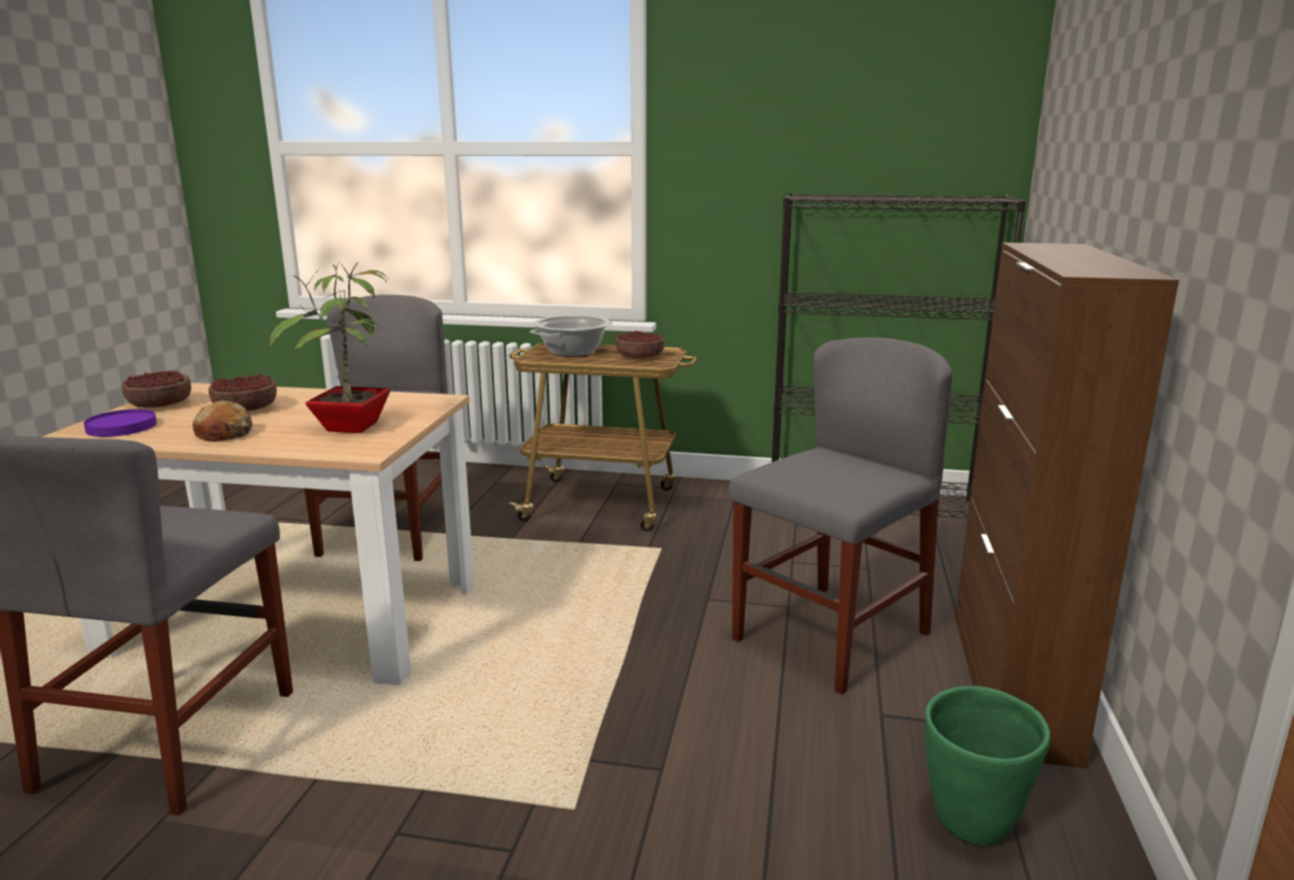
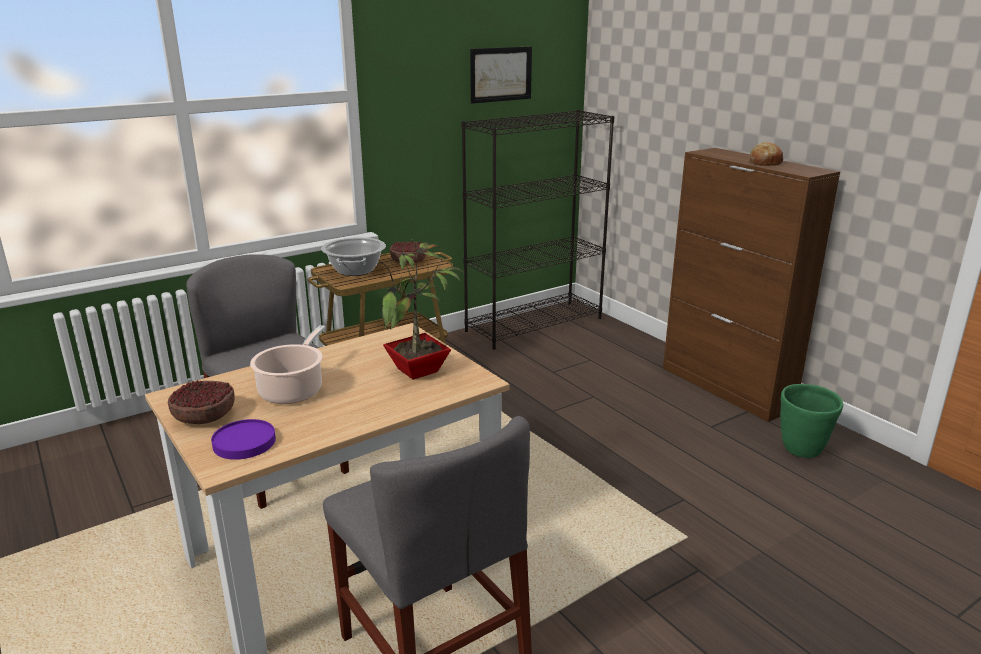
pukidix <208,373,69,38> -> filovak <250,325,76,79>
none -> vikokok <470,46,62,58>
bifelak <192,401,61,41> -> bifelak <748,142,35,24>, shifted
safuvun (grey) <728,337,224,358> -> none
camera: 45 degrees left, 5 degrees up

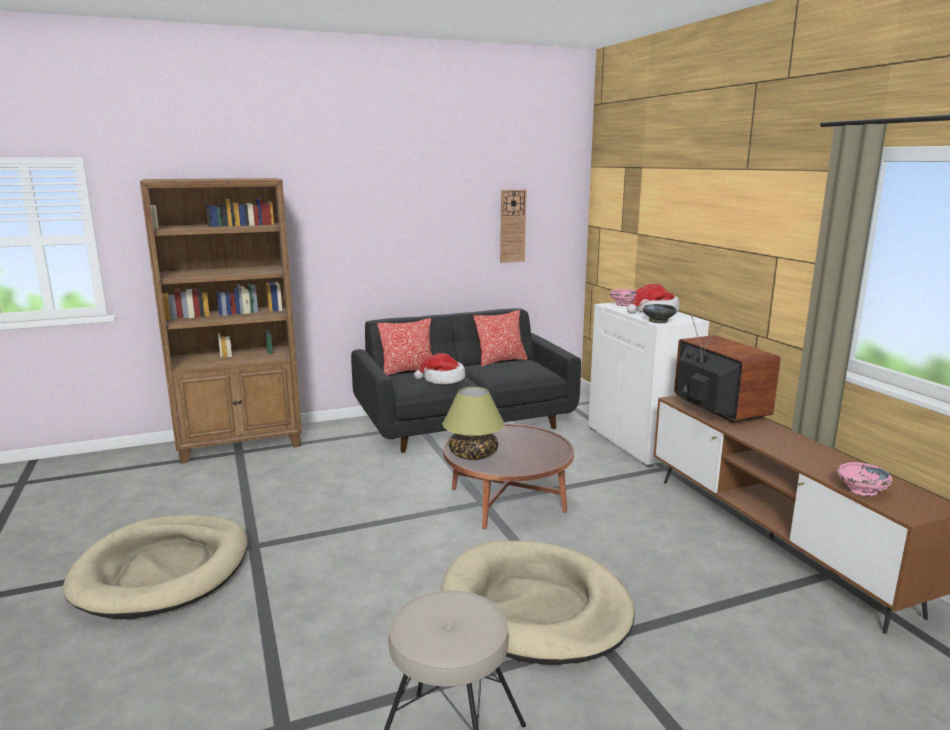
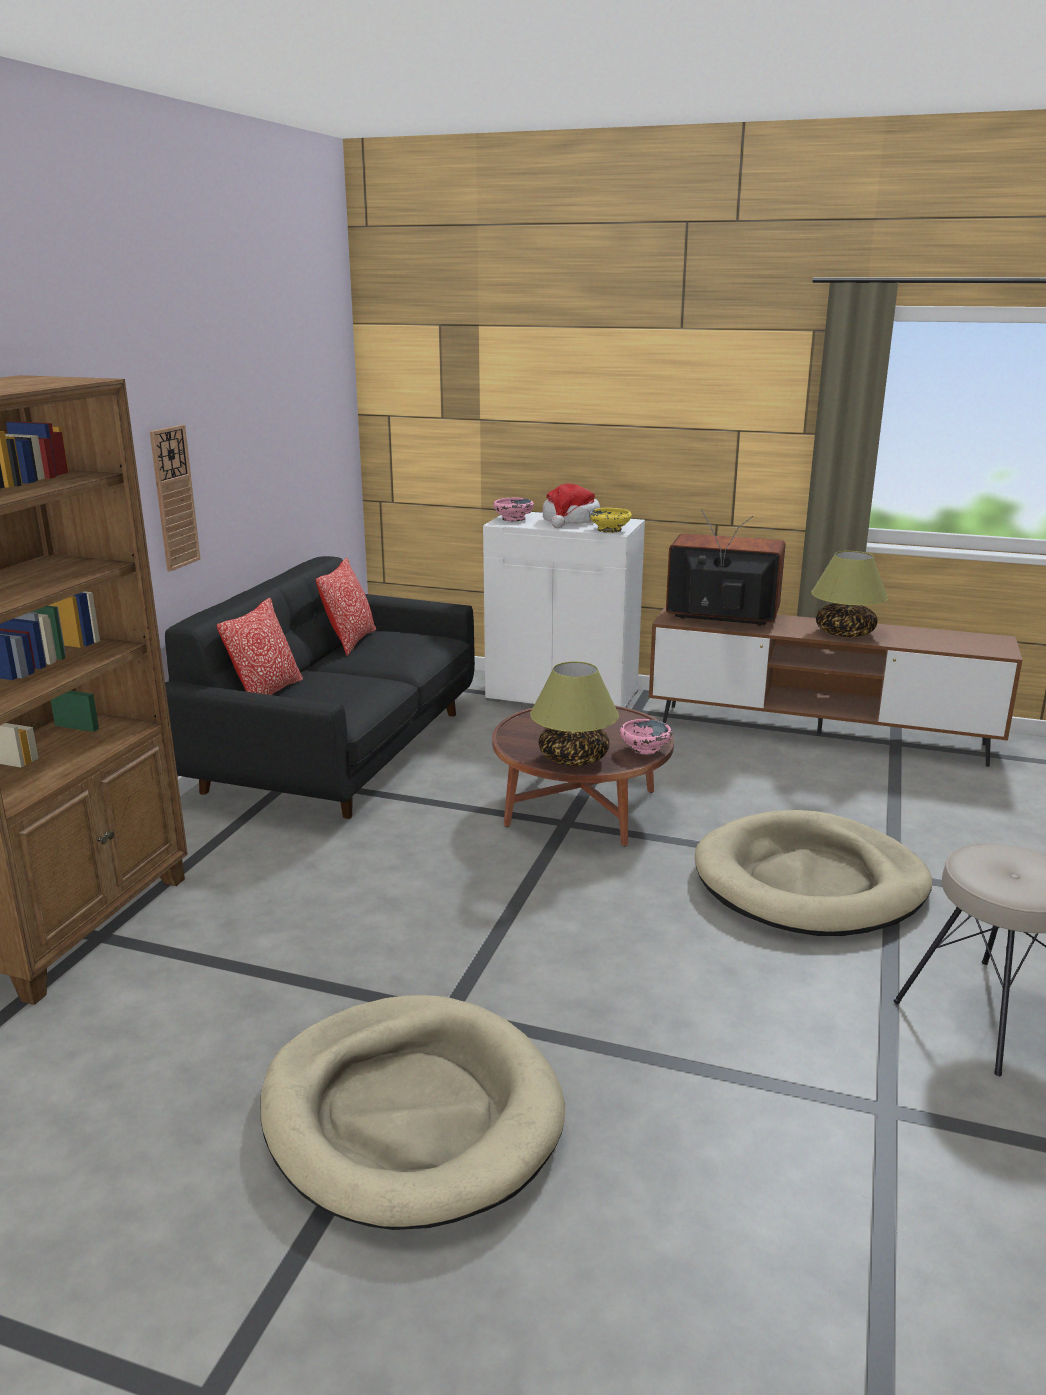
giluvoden <500,189,27,74> -> giluvoden <150,425,51,147>, shifted
pukidix (black) <643,304,34,19> -> pukidix (yellow) <589,508,43,25>
pukidix (pink) <838,462,54,35> -> pukidix (pink) <620,719,52,36>, shifted
none -> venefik <811,551,77,86>
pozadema <414,353,52,31> -> none
camera: 50 degrees left, 5 degrees up

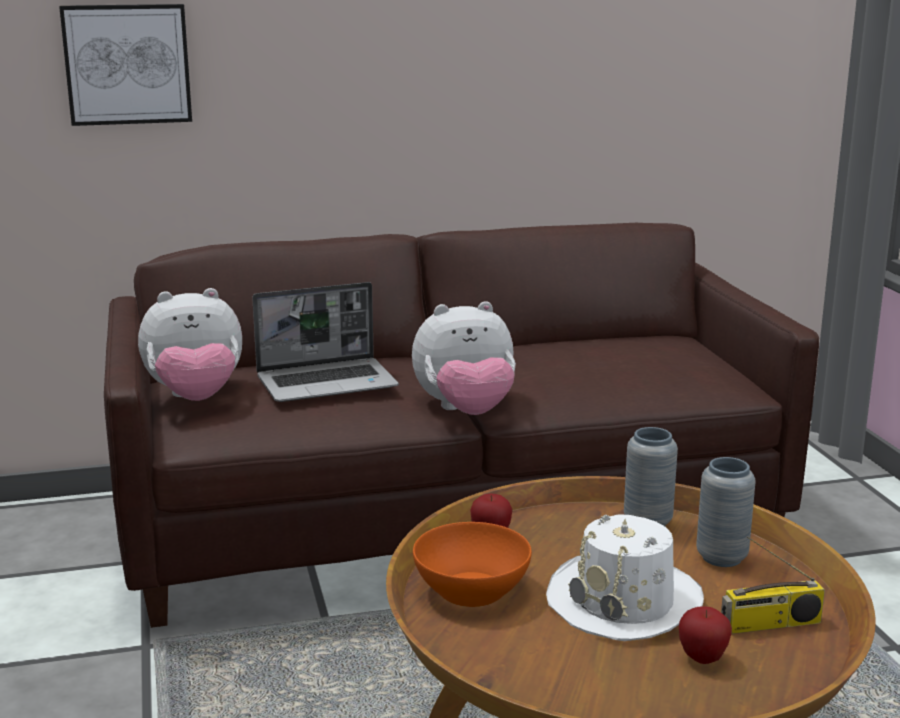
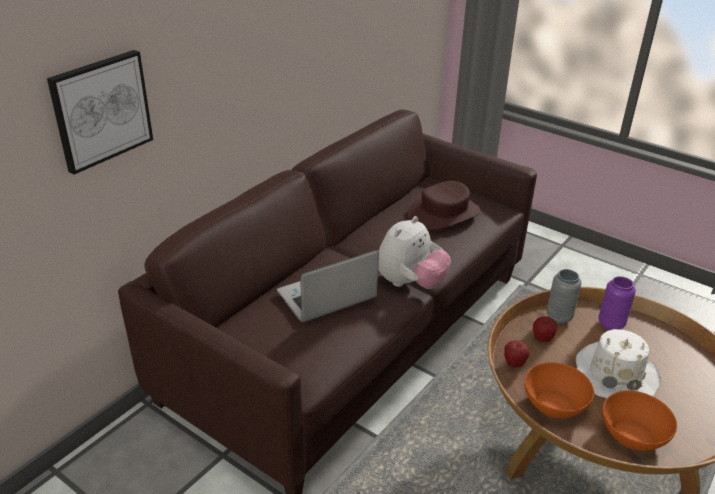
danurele <252,282,147,120> -> danurele <277,250,102,72>, 150 degrees counterclockwise
none -> pozadema (brown) <407,181,74,49>
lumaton <679,606,53,58> -> lumaton <533,316,25,26>, shifted
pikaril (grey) <696,457,60,110> -> pikaril (purple) <598,276,38,54>
none -> pukidix (orange) <602,390,75,61>
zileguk <138,288,104,113> -> none
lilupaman <721,536,104,98> -> none
camera: 40 degrees left, 15 degrees up

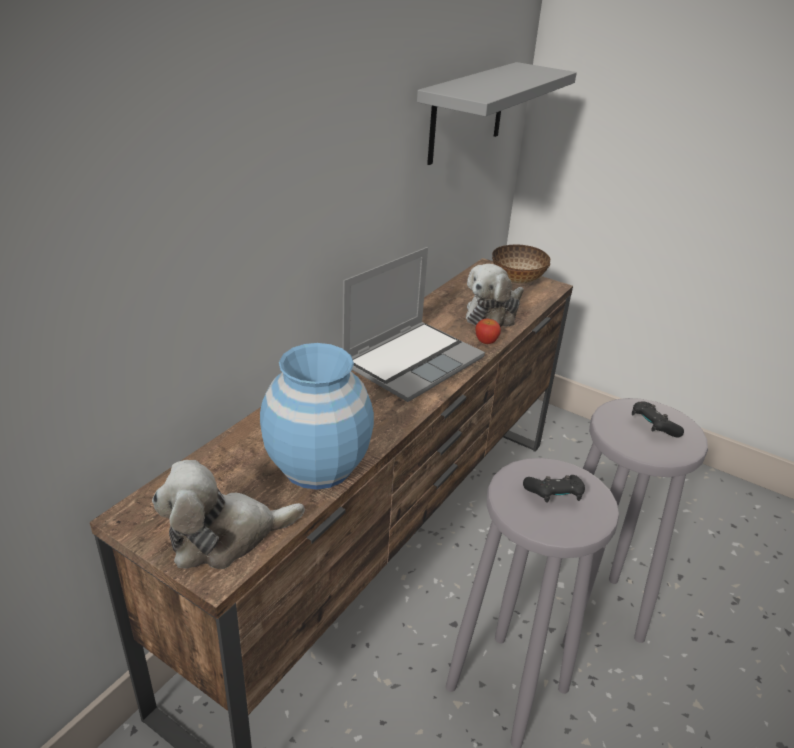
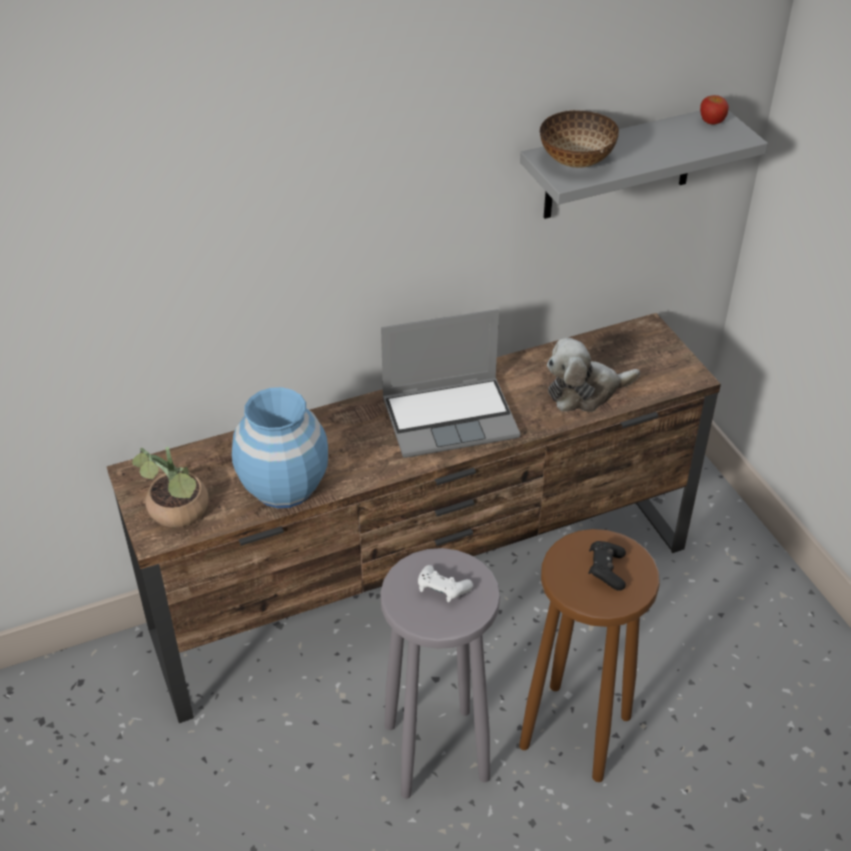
zileguk <152,460,153,109> -> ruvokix <132,447,77,81>
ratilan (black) <523,475,62,28> -> ratilan (white) <418,565,55,37>
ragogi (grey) <563,398,145,246> -> ragogi (brown) <519,529,141,253>
pukidix <492,245,59,39> -> pukidix <539,110,80,58>, shifted
lumaton <475,319,26,25> -> lumaton <700,95,29,30>, shifted
camera: 35 degrees right, 10 degrees up

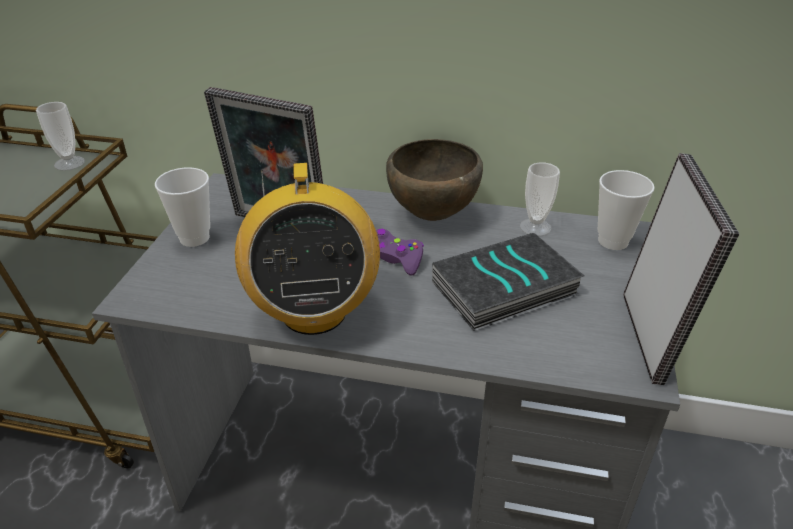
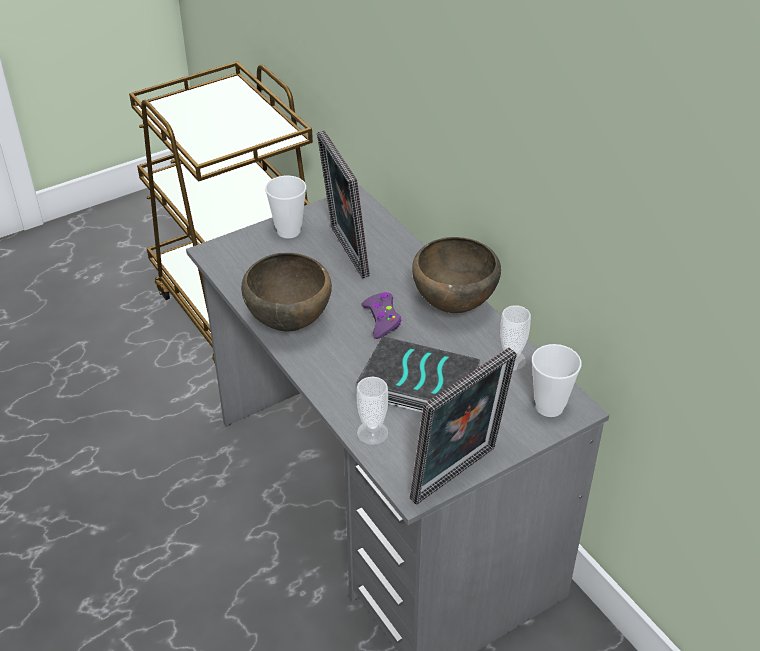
lilupaman <235,163,145,172> -> pukidix (brown) <241,253,91,79>
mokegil <36,102,49,69> -> mokegil <357,377,32,68>, shifted
camera: 45 degrees right, 5 degrees up

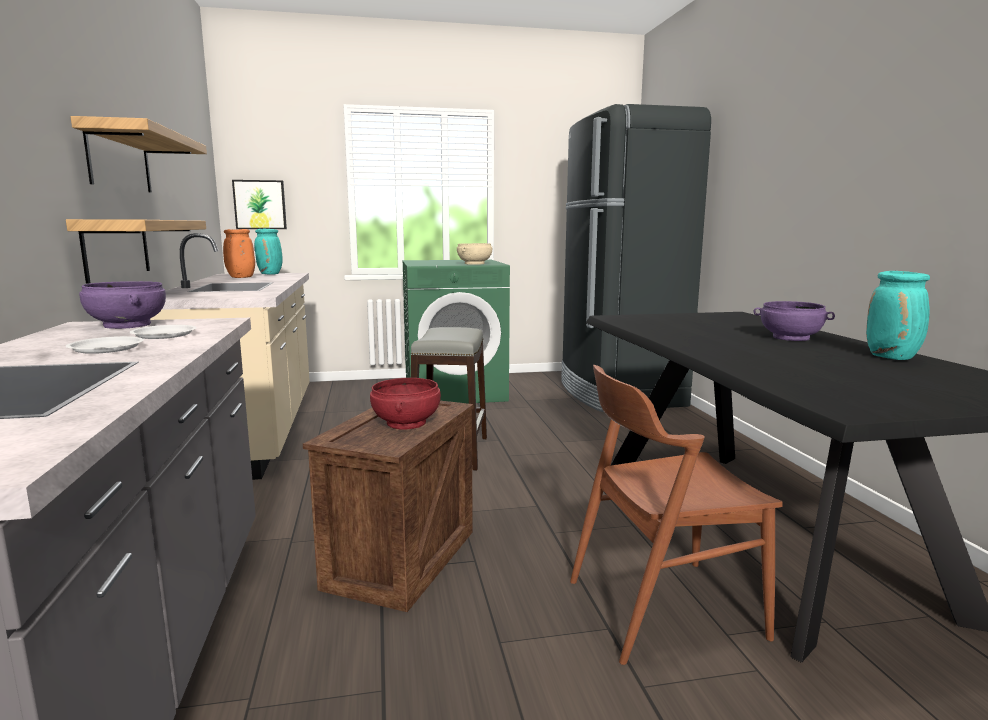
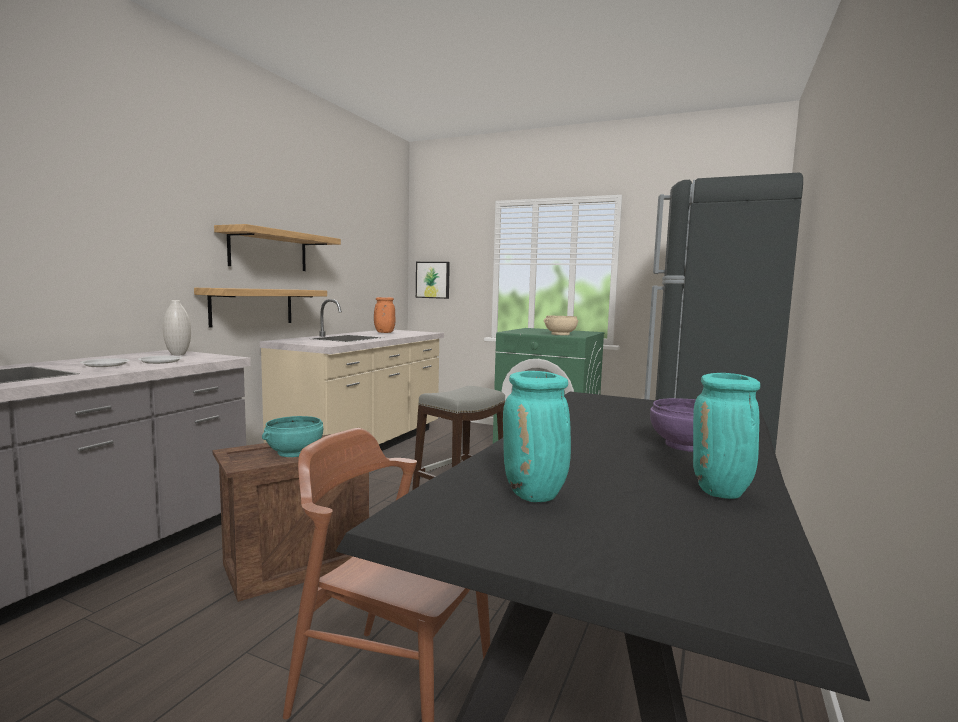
pukidix (purple) <79,281,87,48> -> pikaril (white) <163,300,28,55>
pukidix (red) <370,378,71,52> -> pukidix (turquoise) <262,416,61,41>
pikaril (turquoise) <254,229,29,46> -> pikaril (turquoise) <503,371,68,131>, shifted
camera: 35 degrees right, 5 degrees down

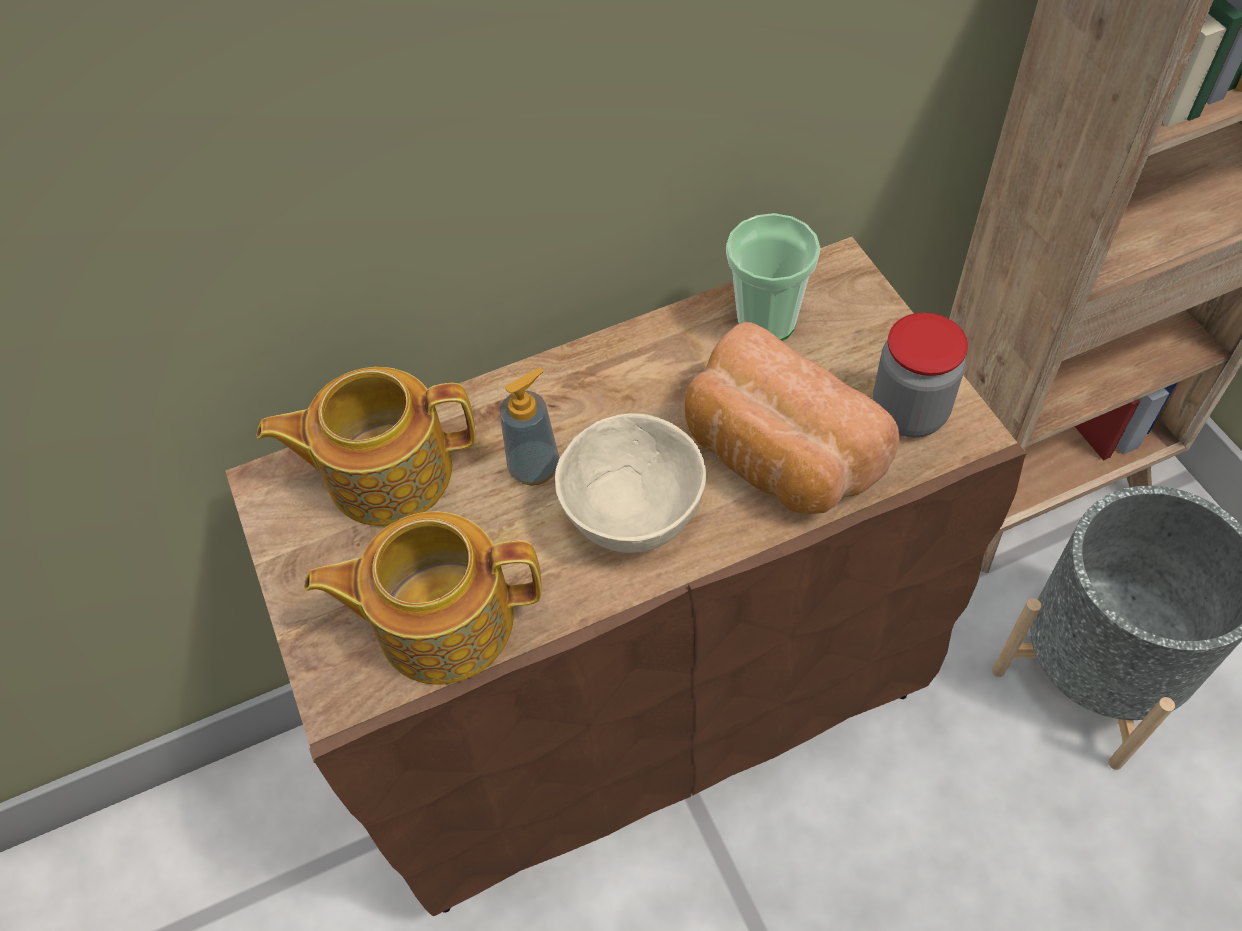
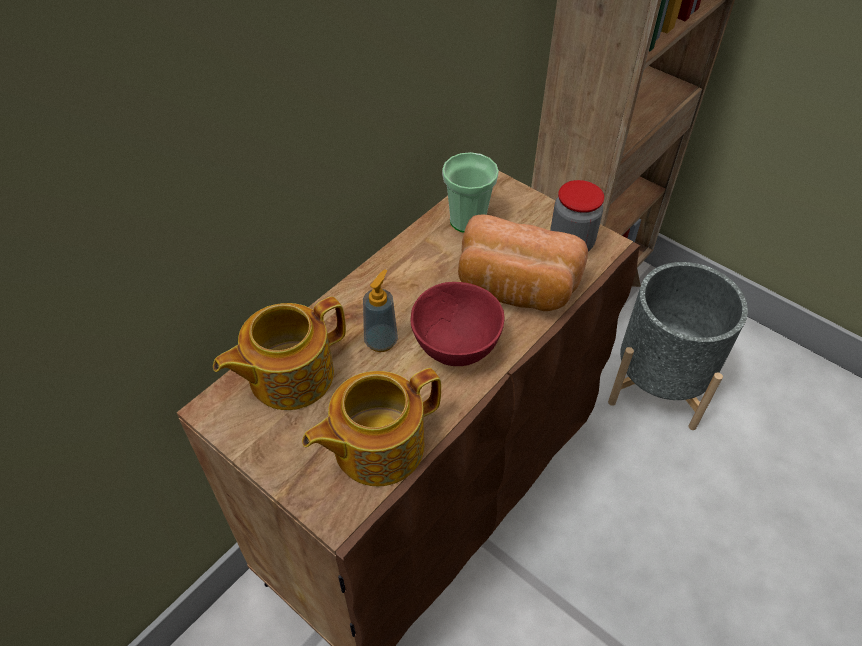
pukidix (beige) <555,414,151,139> -> pukidix (red) <411,282,93,84>
camera: 30 degrees left, 5 degrees down

